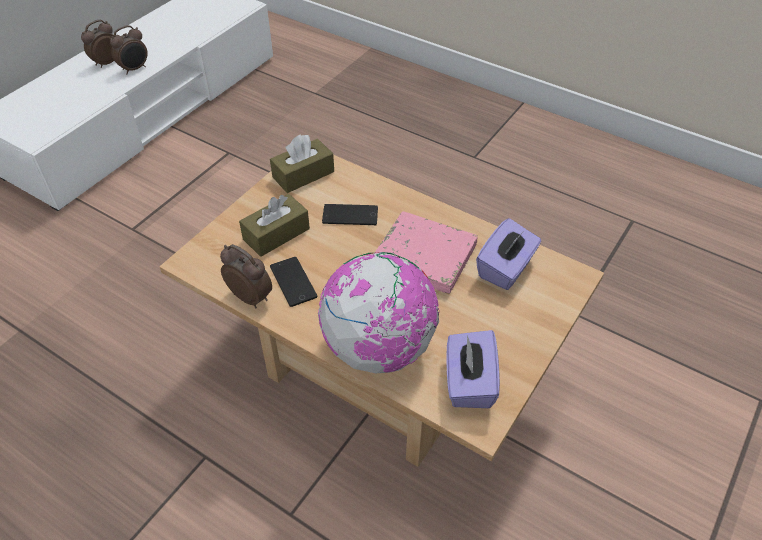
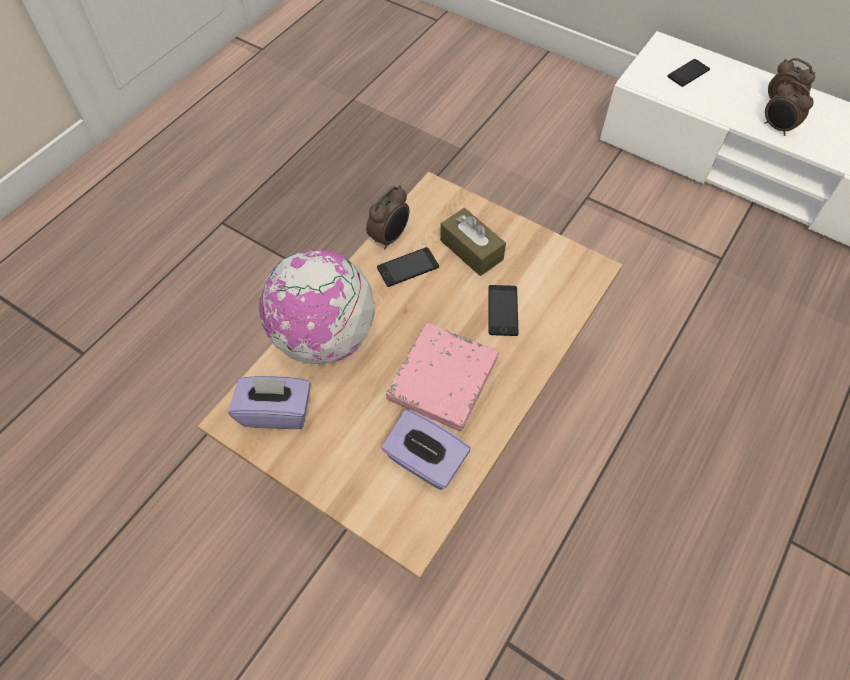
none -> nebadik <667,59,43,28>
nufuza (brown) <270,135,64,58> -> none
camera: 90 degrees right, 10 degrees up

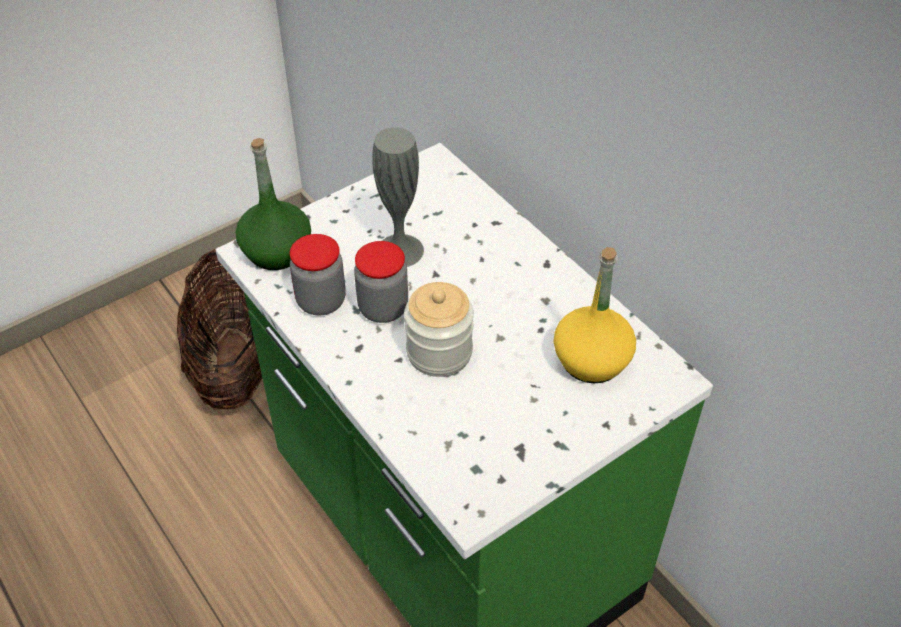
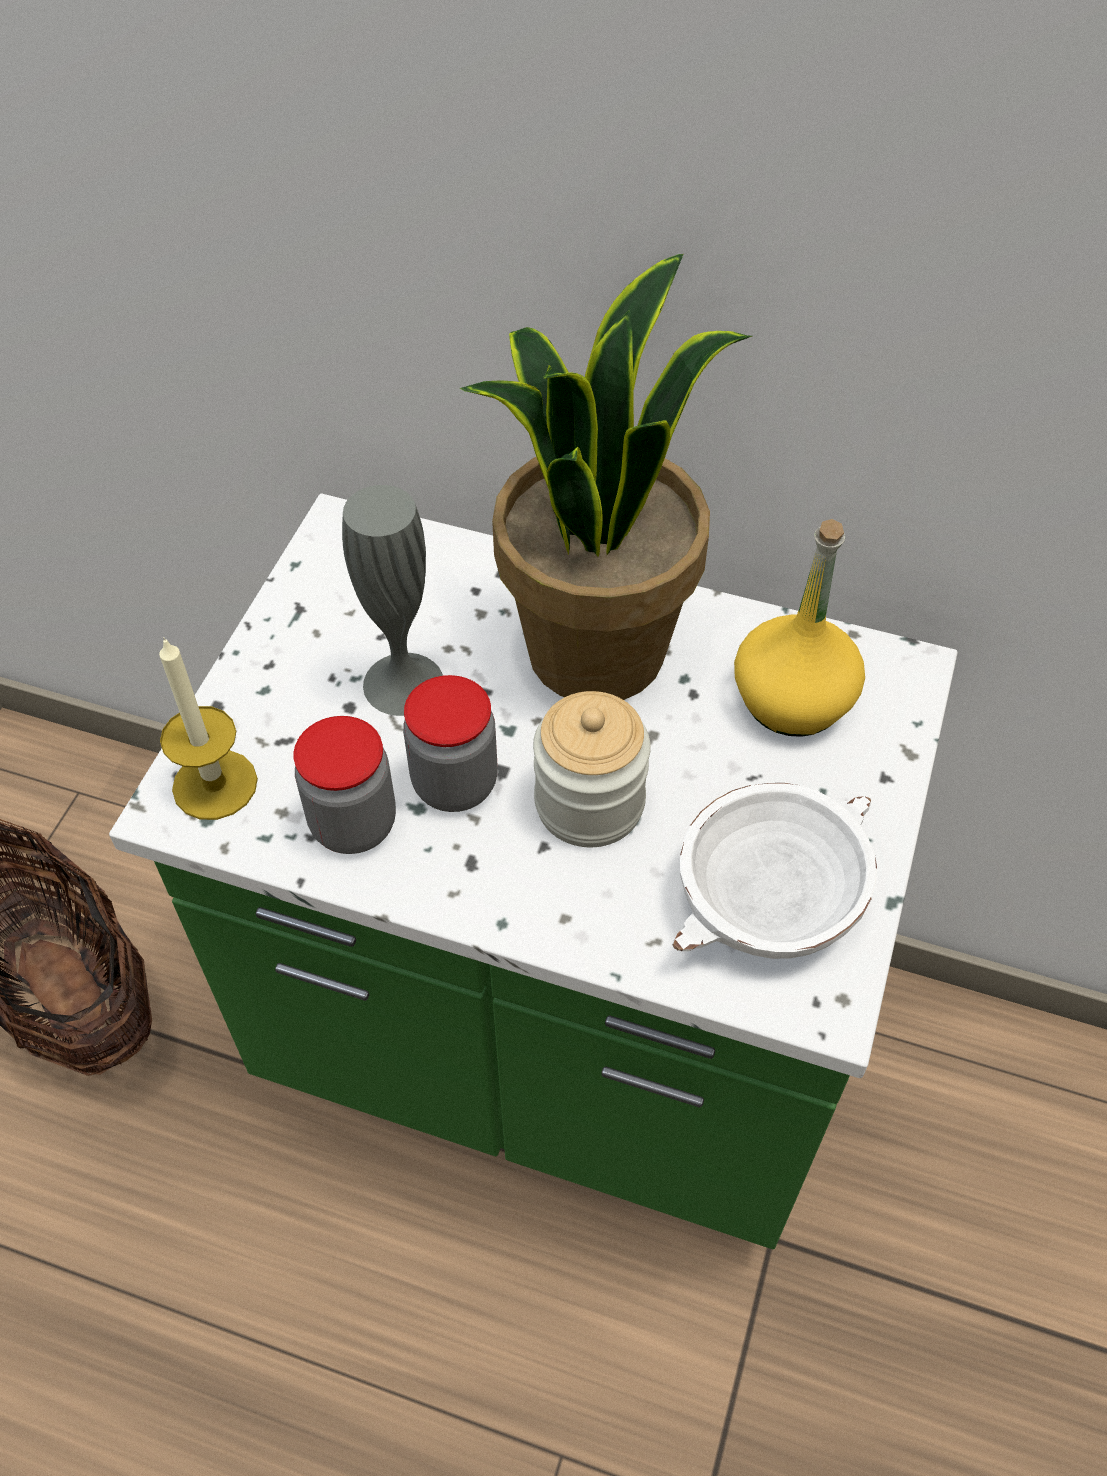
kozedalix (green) <235,138,76,132> -> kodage <159,637,99,183>
none -> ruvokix <460,254,292,446>
none -> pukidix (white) <672,783,205,176>
camera: 35 degrees left, 5 degrees up

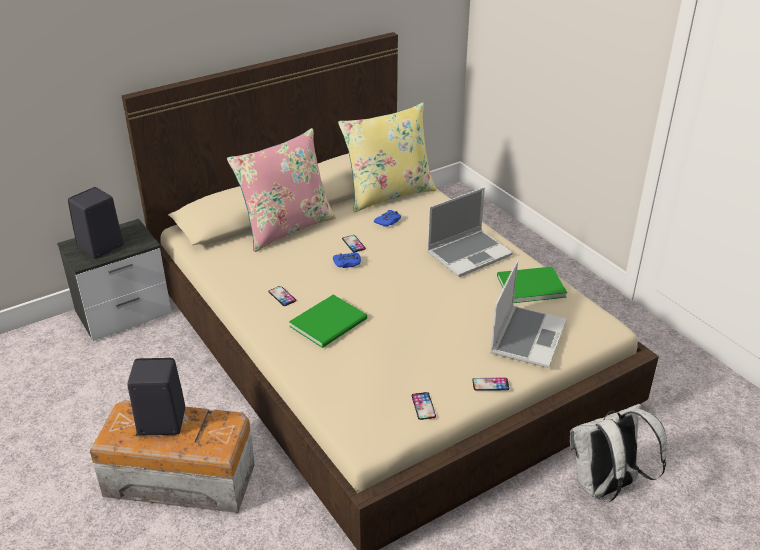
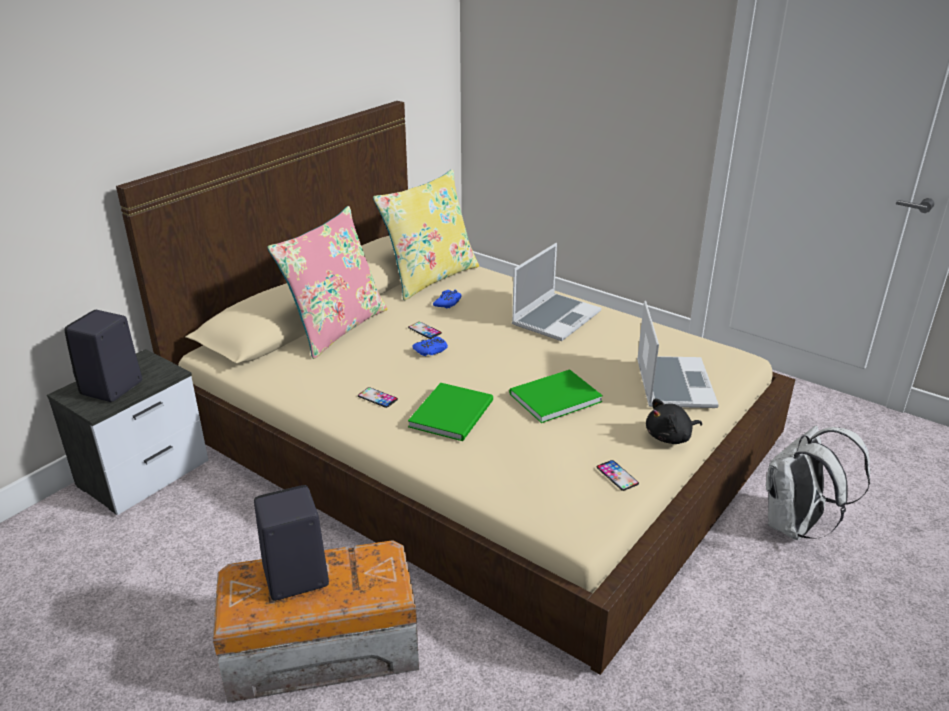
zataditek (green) <497,267,70,36> -> zataditek (green) <509,369,94,54>, shifted
nebadik <472,378,37,13> -> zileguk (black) <646,398,56,46>
camera: 20 degrees left, 5 degrees down

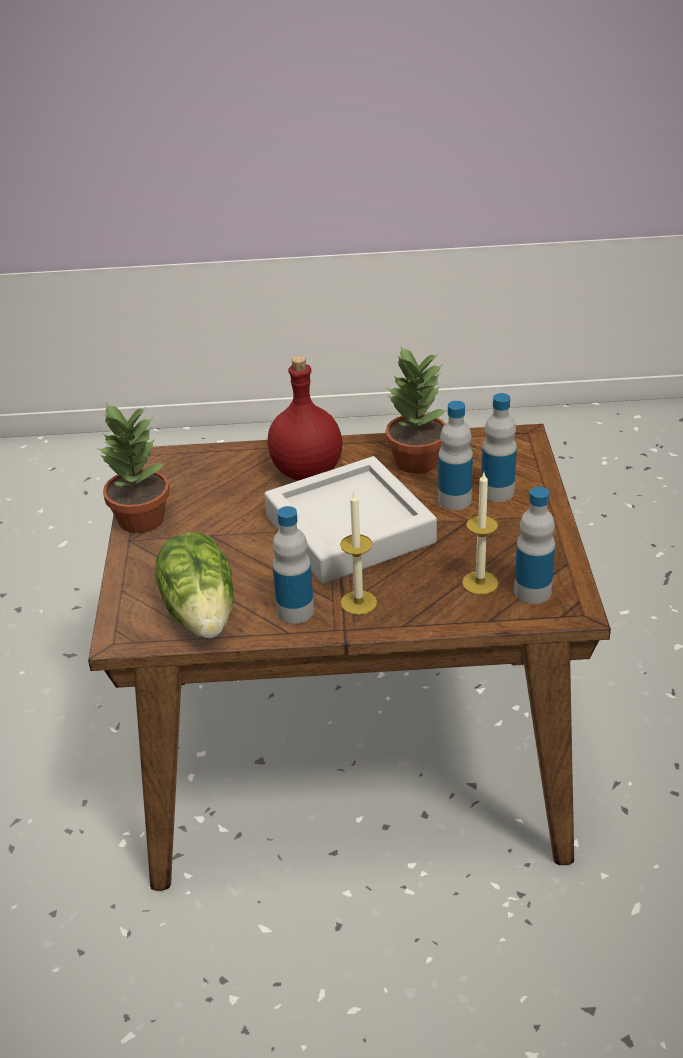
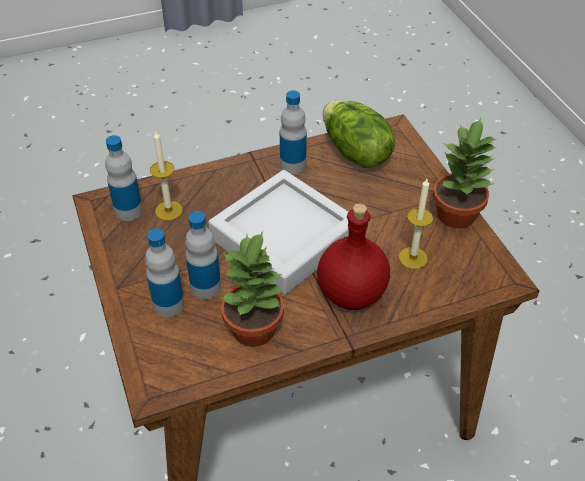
kodage <340,492,37,123> -> kodage <399,179,34,90>, shifted
camera: 160 degrees right, 10 degrees up

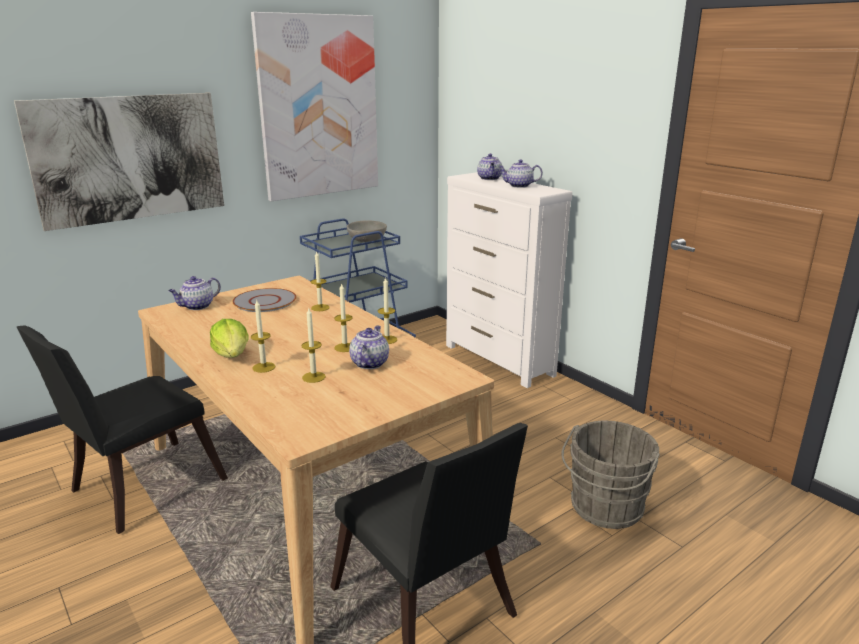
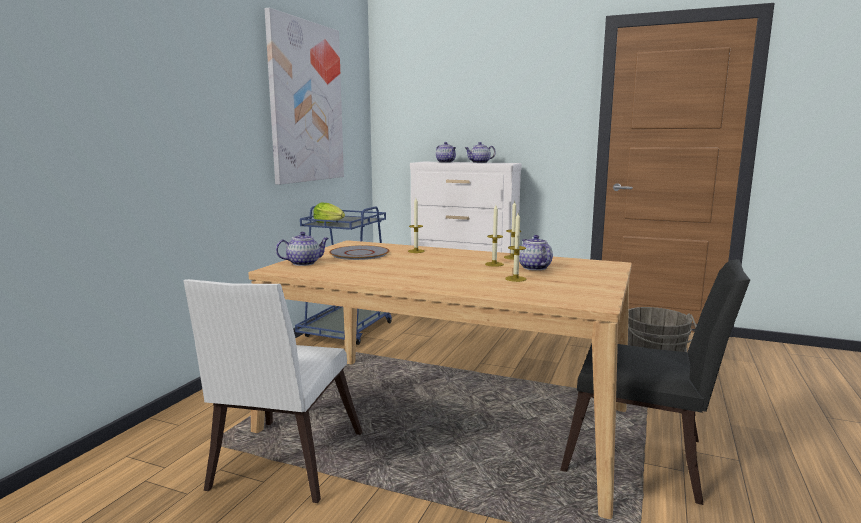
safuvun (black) <17,326,211,208> -> safuvun (white) <183,279,179,224>
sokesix <168,276,53,34> -> sokesix <276,232,53,34>, 135 degrees counterclockwise
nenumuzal <210,319,39,39> -> nenumuzal <313,202,32,21>, shifted
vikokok <14,93,210,138> -> none
kodage <251,300,24,73> -> none
pukidix (grey) <347,221,40,21> -> none
camera: 30 degrees left, 10 degrees down

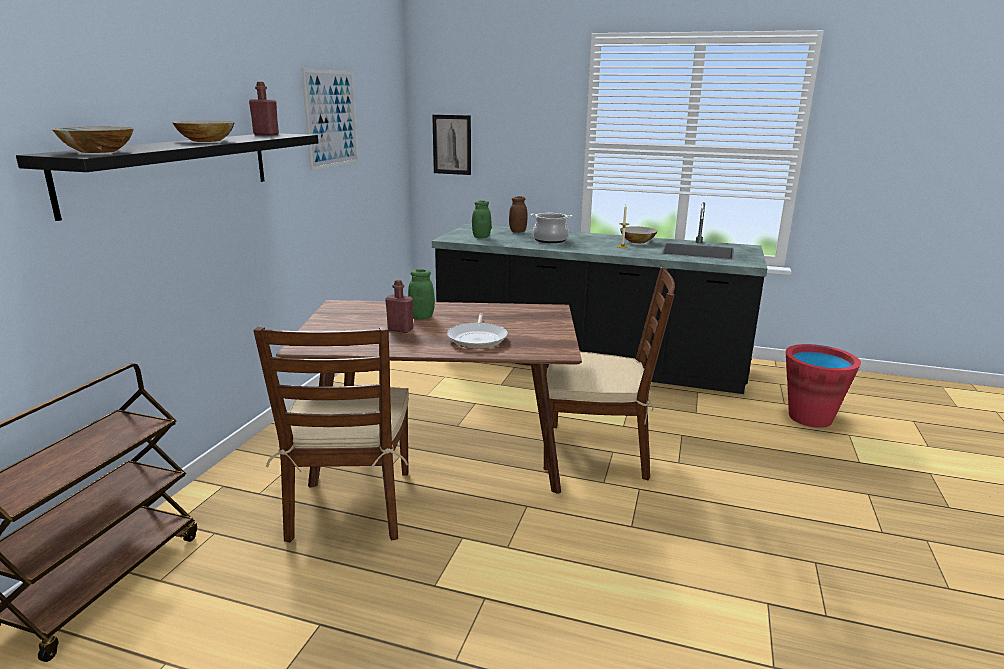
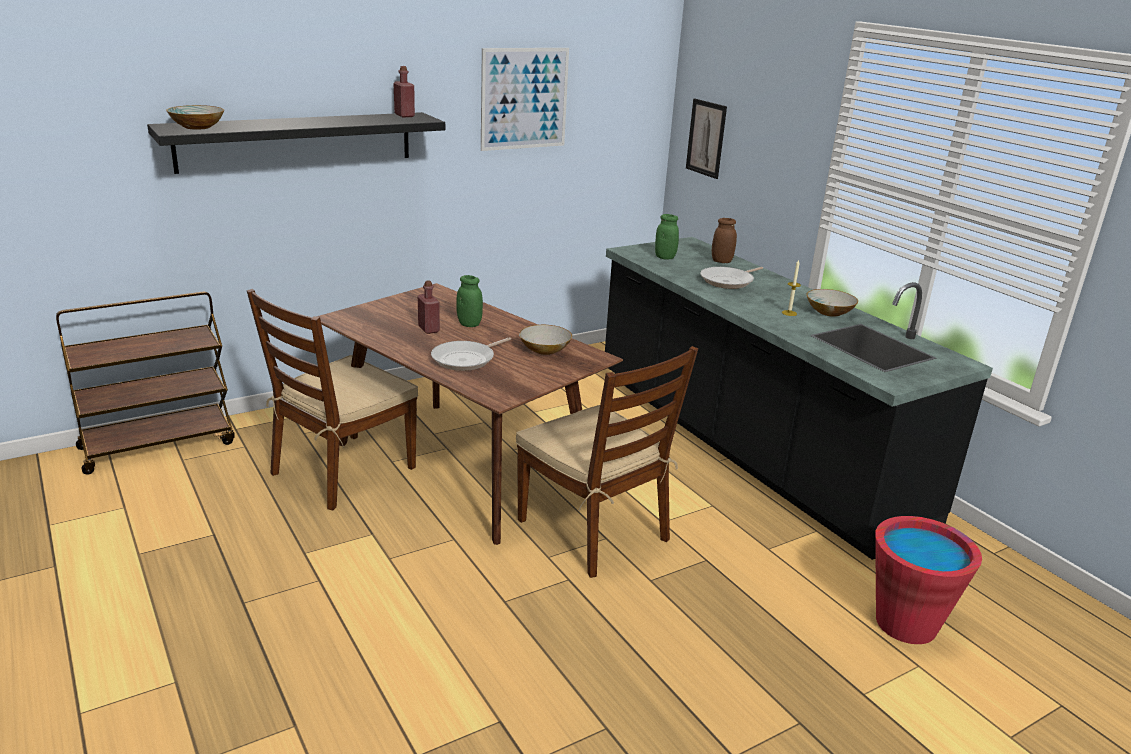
pukidix <172,121,63,21> -> pukidix <519,325,53,30>, shifted
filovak <531,213,42,30> -> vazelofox <700,267,63,22>
camera: 40 degrees right, 5 degrees up

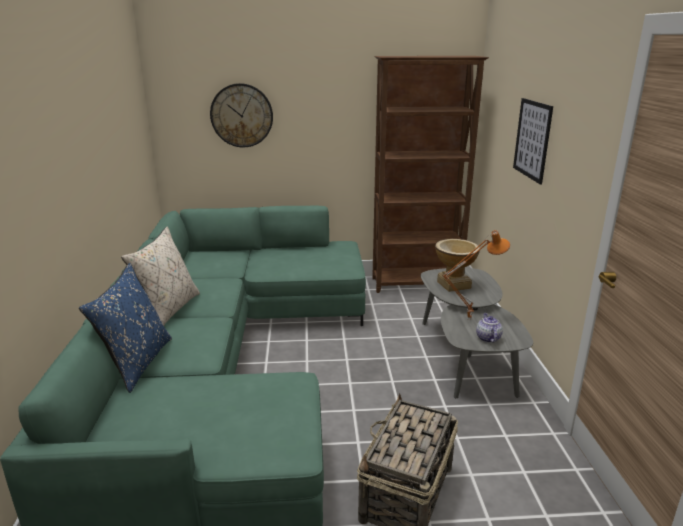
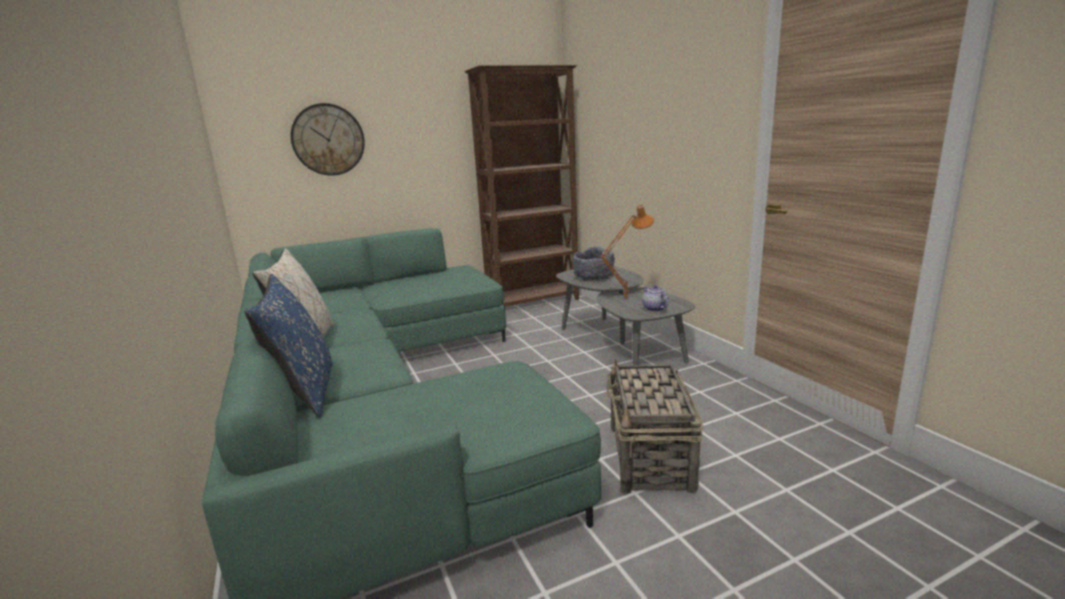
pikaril <435,239,45,53> -> pukidix (grey) <572,246,43,34>
vikokok <513,98,40,86> -> none
camera: 20 degrees left, 5 degrees down

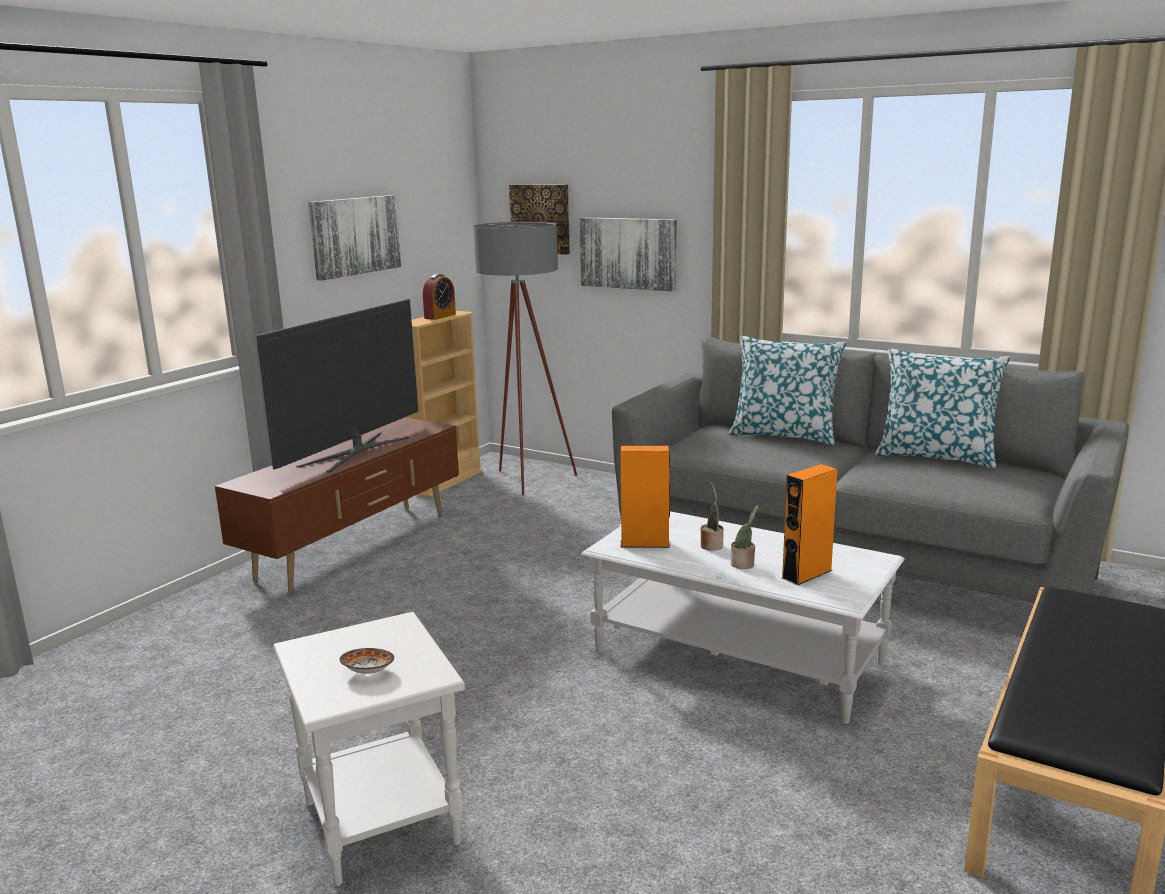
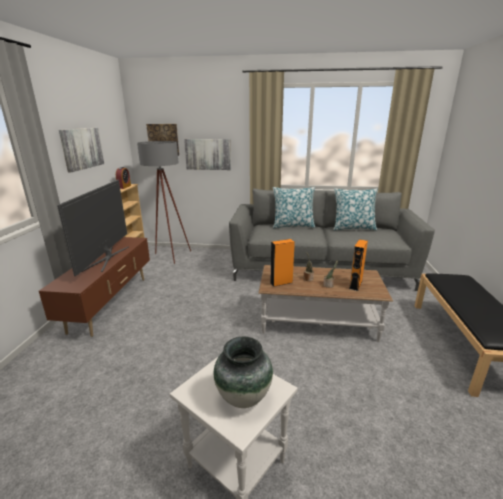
pukidix <340,648,54,26> -> pikaril <214,337,59,71>
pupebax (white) <581,511,324,213> -> pupebax (brown) <258,265,135,77>
camera: 25 degrees left, 5 degrees up

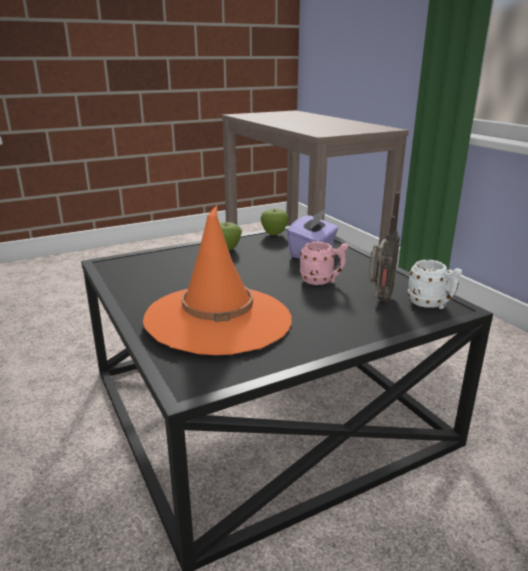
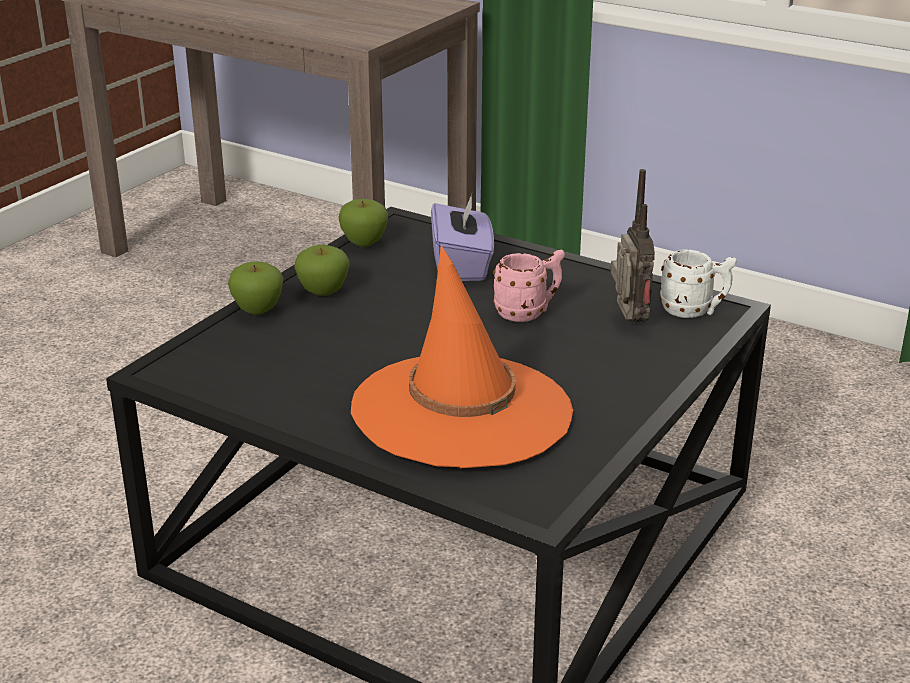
none -> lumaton <228,261,56,54>
camera: 30 degrees left, 5 degrees up

